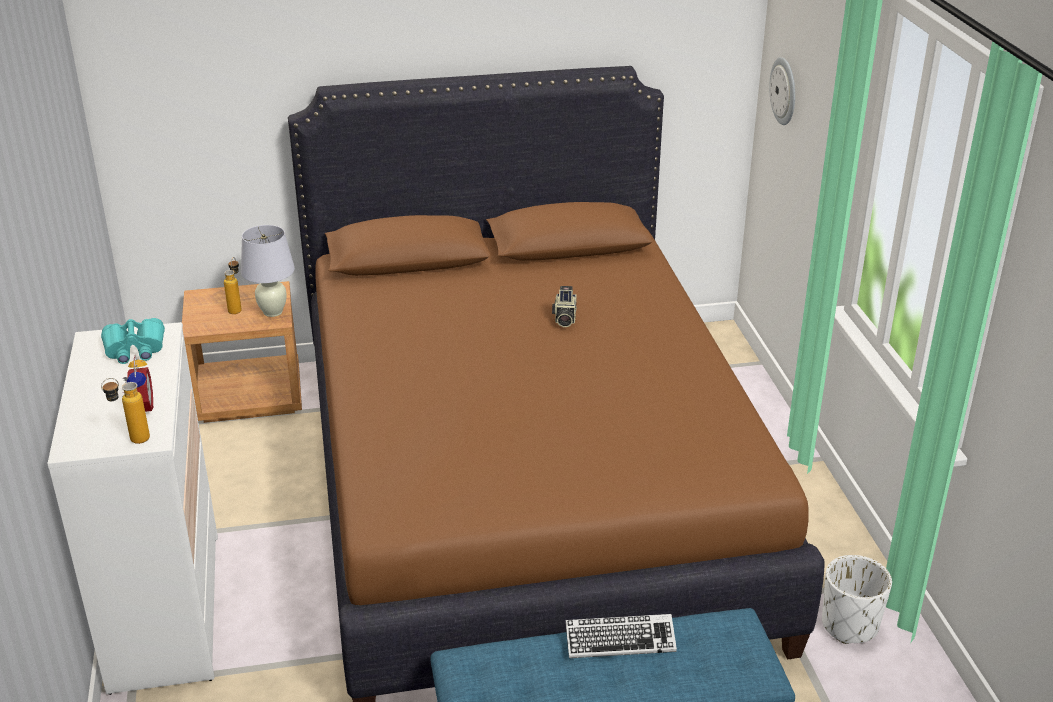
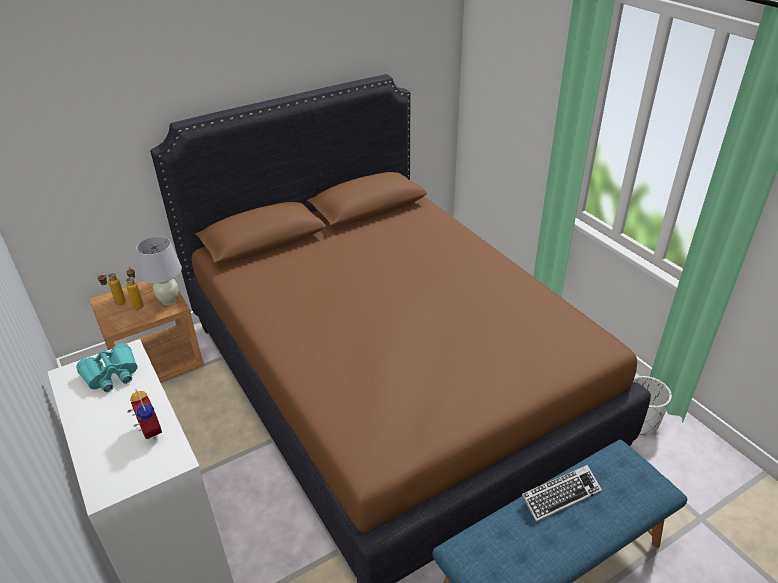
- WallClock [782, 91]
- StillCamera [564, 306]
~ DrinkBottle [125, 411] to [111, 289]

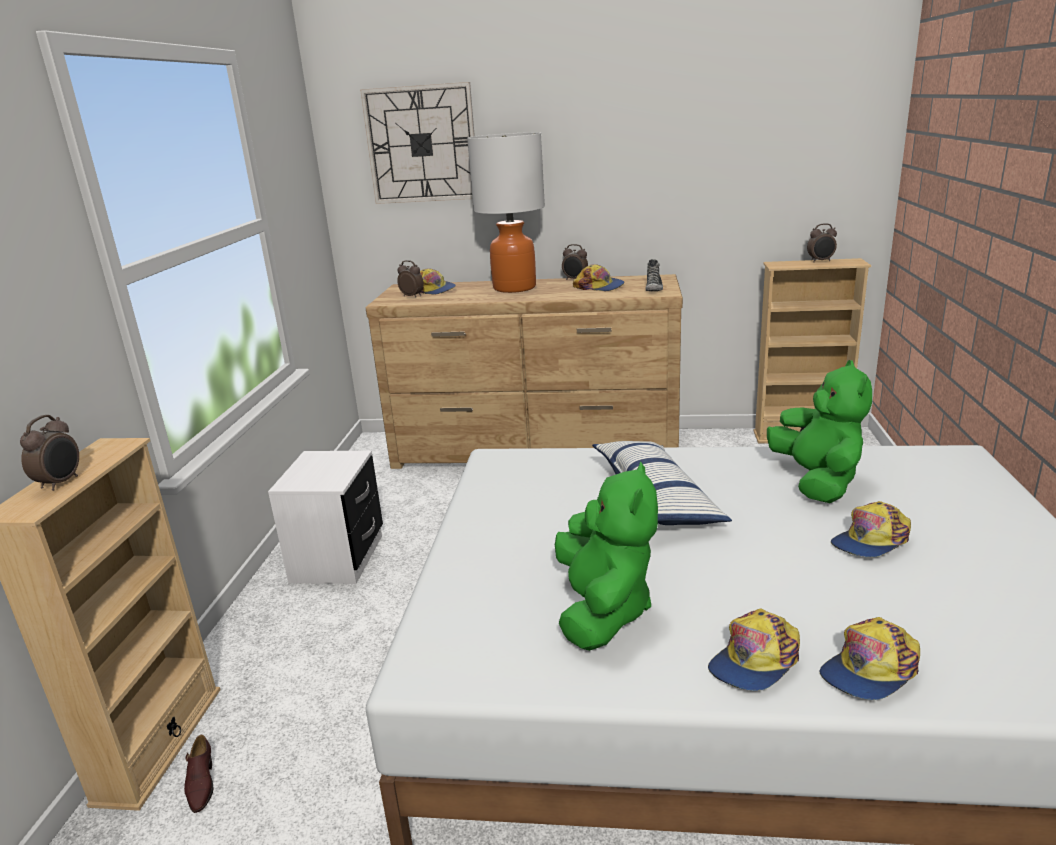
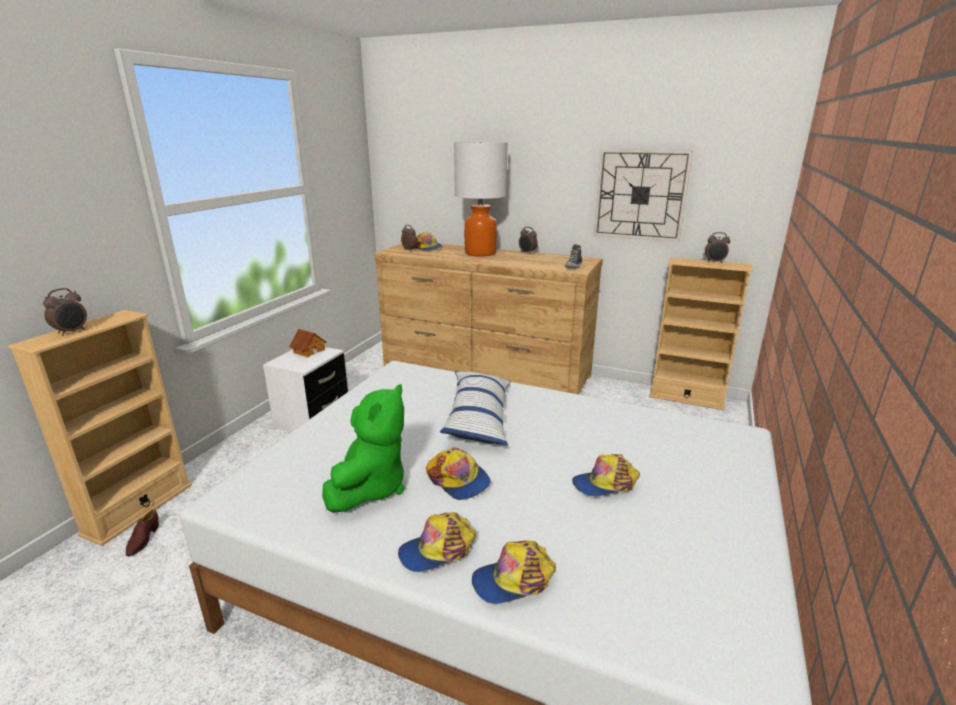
~ WallClock [417, 143] to [643, 195]
~ BaseballCap [598, 277] to [458, 473]
- GreenSoftToy [819, 431]
+ ModelHouse [308, 343]

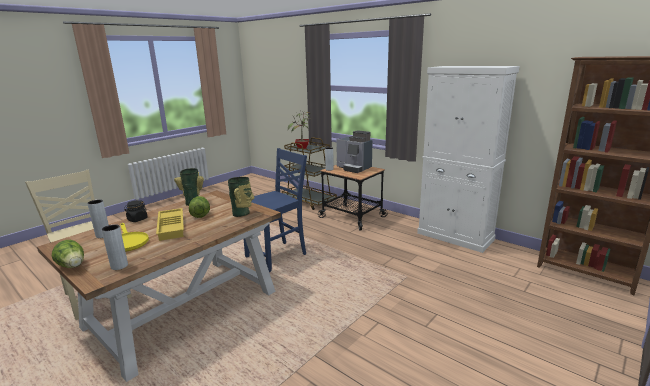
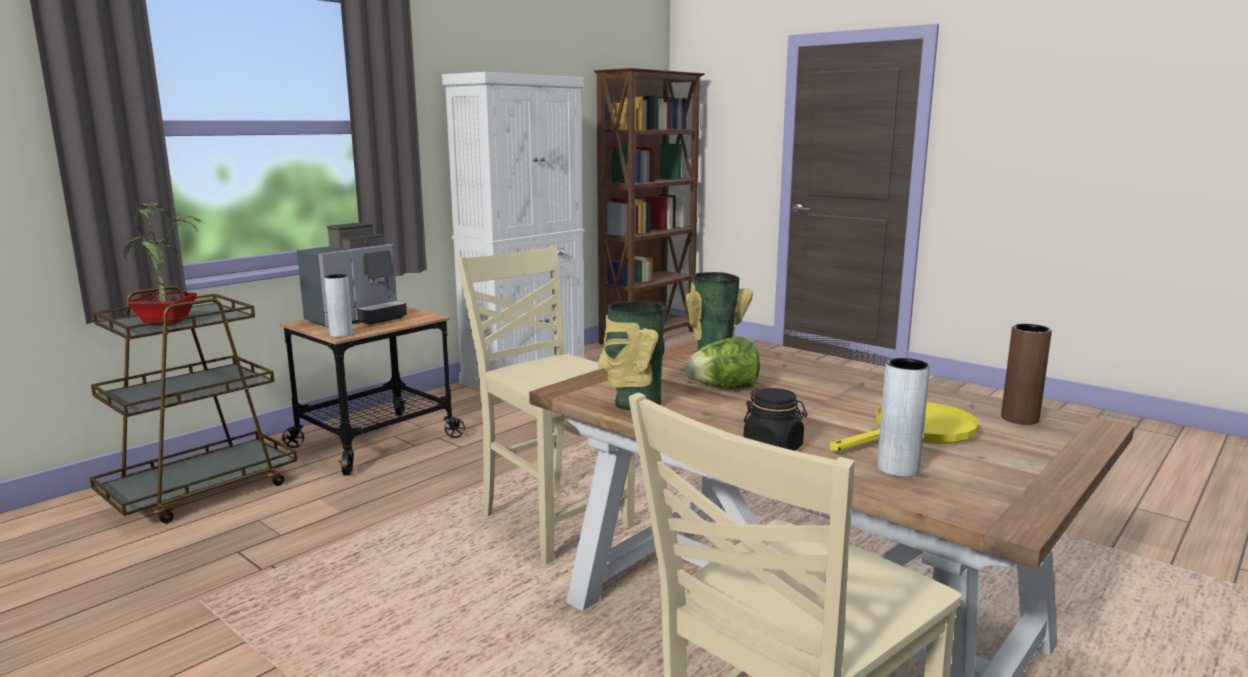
~ BlueChair [275, 210] to BeigeChair [546, 405]
- YellowColouredTray [170, 224]
~ GreyFlowerVase [115, 247] to BrownColouredFlowerVase [1026, 374]
- LettuceHead [68, 254]

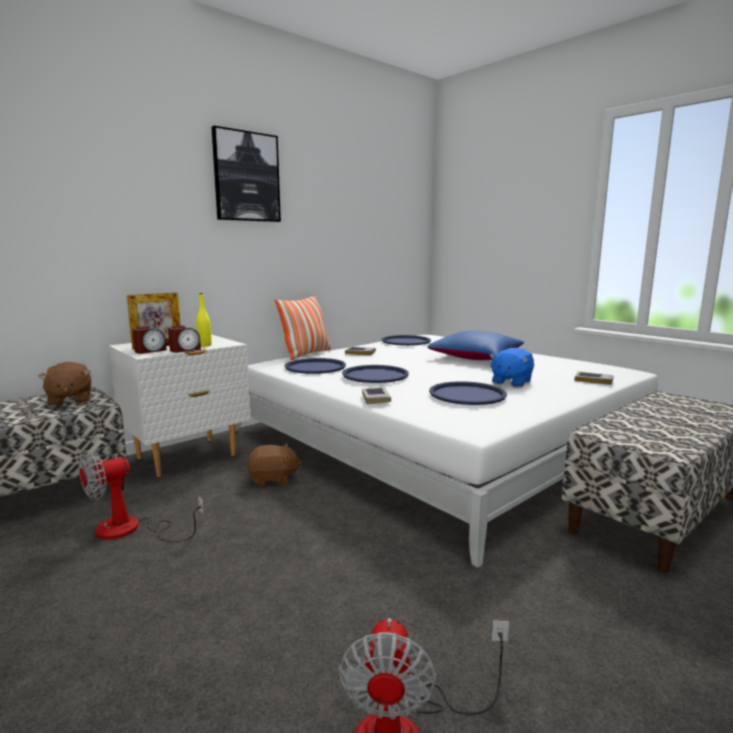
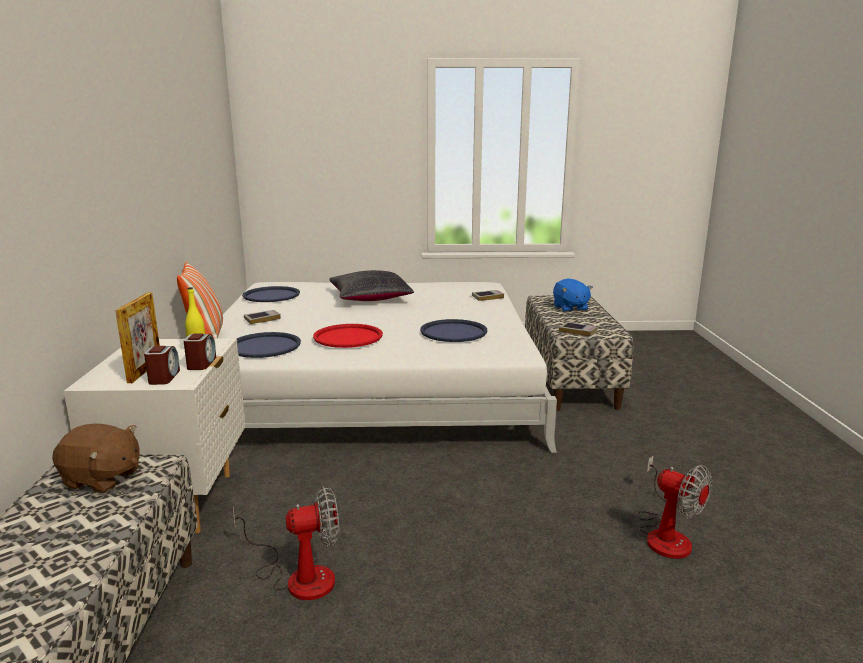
- WallPicture [246, 174]
~ BlueThrowPillow [475, 345] to BlackThrowPillow [372, 285]
~ BlueSoftToy [511, 367] to [573, 295]
~ BlueTray [375, 374] to RedTray [348, 336]
~ Book [376, 395] to [578, 329]
- BrownColouredSoftToy [274, 465]
~ Fan [141, 496] = [286, 543] 105 degrees counterclockwise

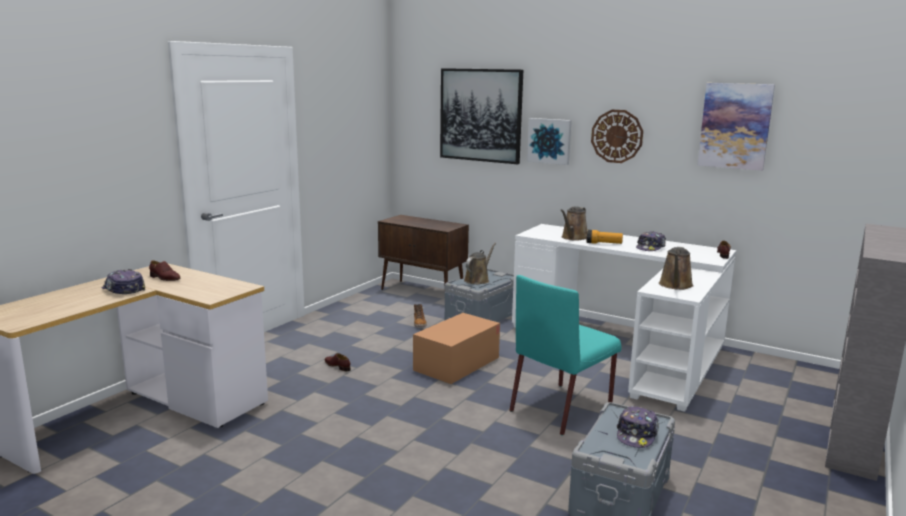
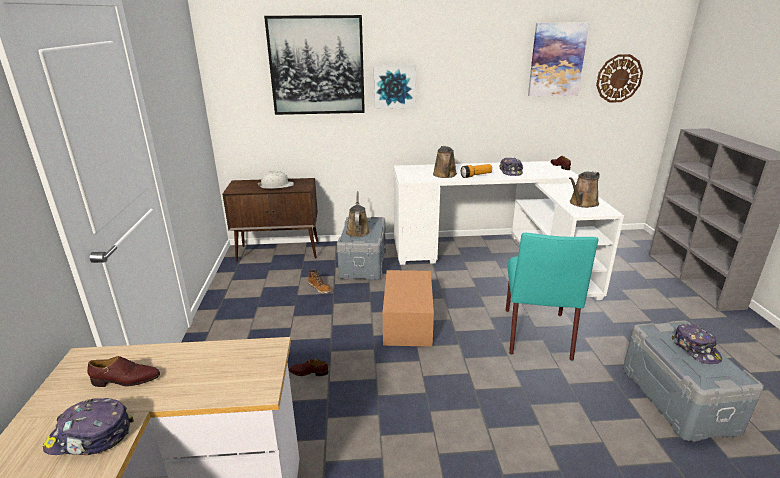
~ WallClock [617, 136] to [619, 78]
~ BrownColouredSprinklingCan [676, 268] = [584, 189] 60 degrees clockwise
+ WhitishHardHat [276, 180]

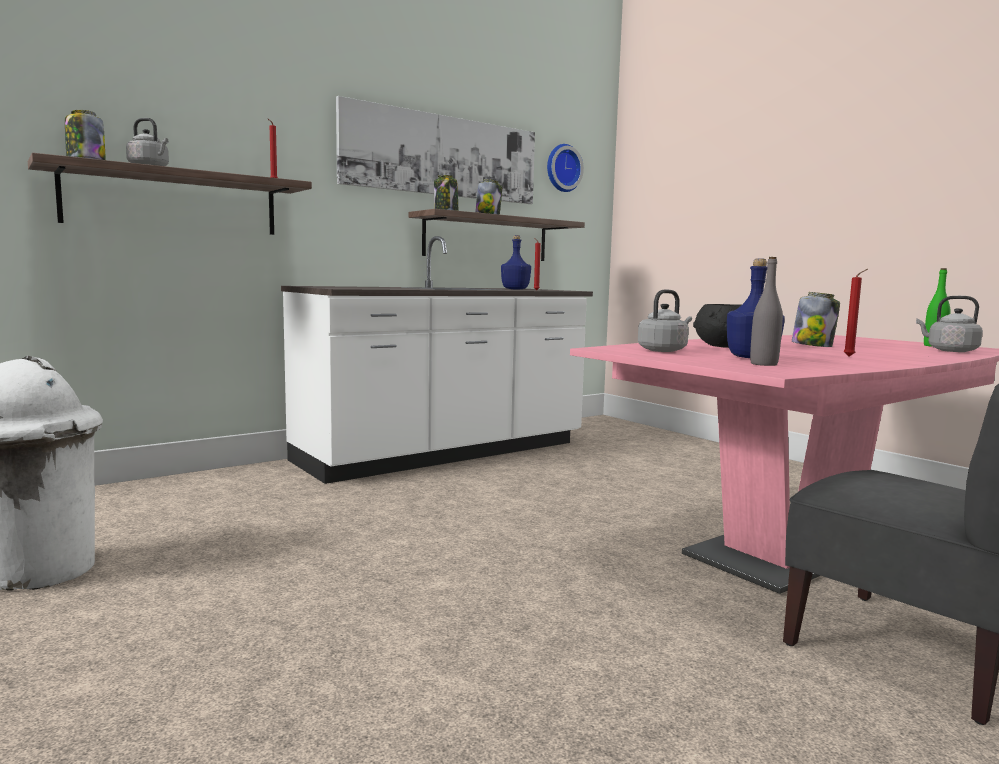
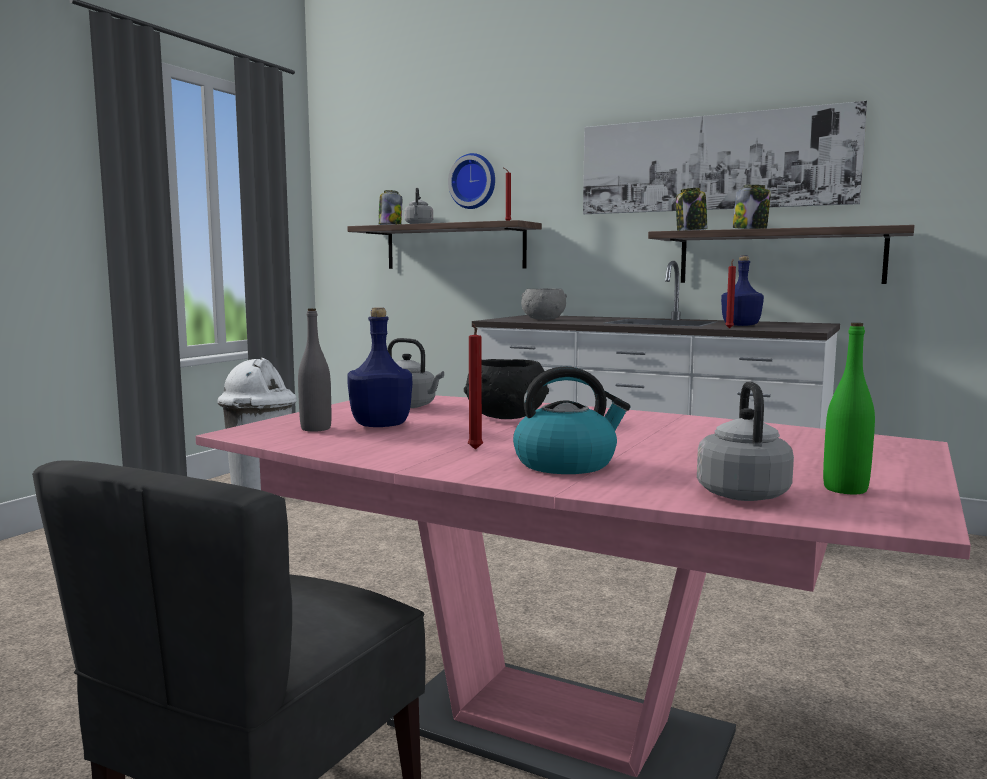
~ WallClock [565, 168] to [471, 181]
- StorageJar [816, 319]
+ GreyServingBowl [544, 304]
+ Kettle [572, 420]

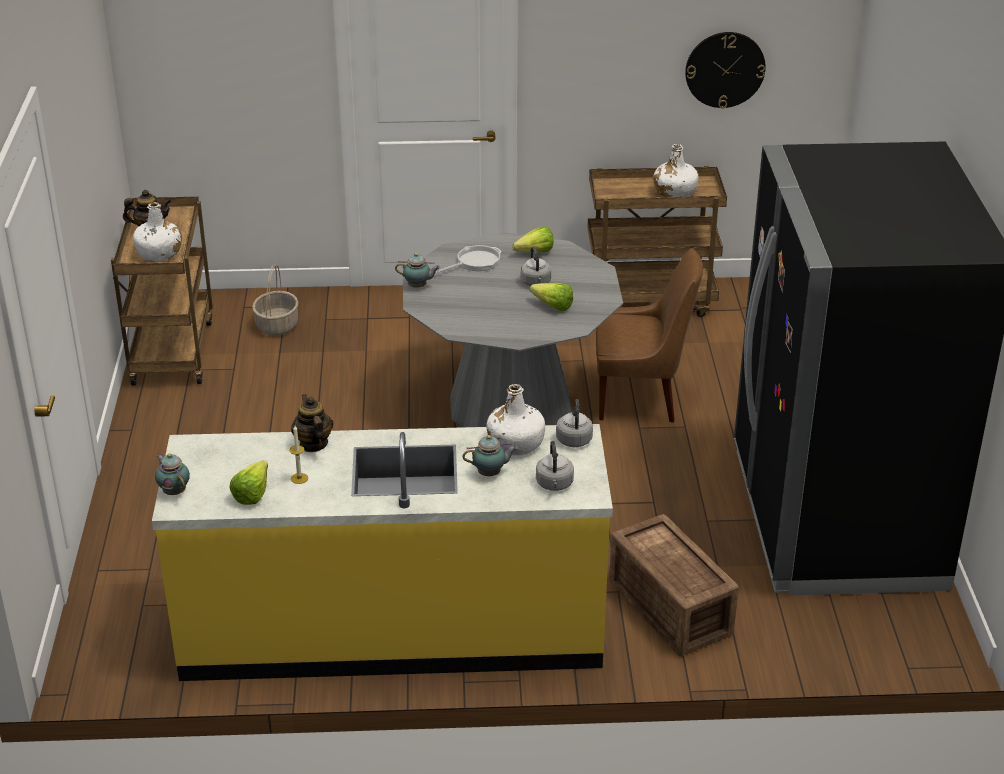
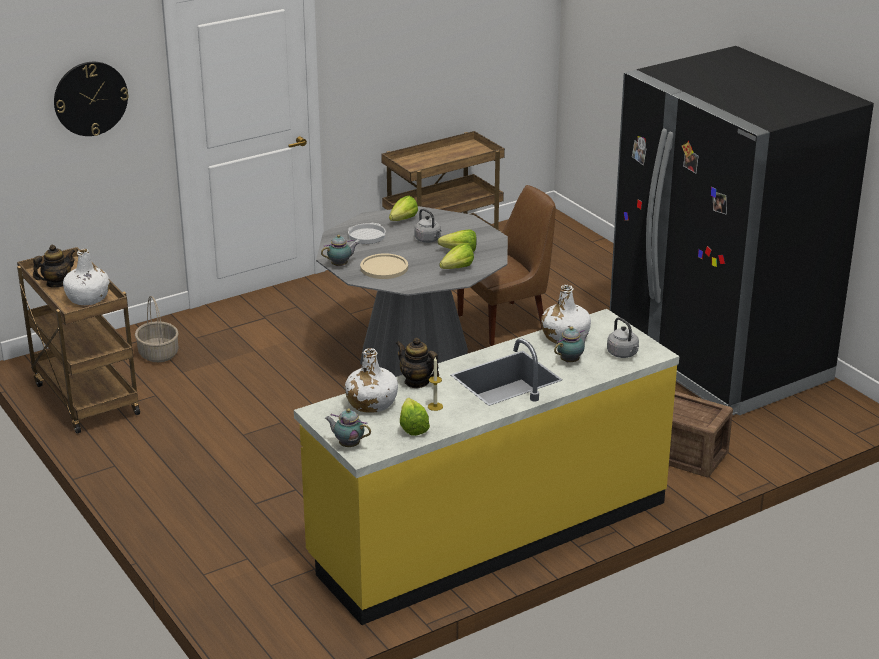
~ WallClock [725, 70] to [91, 99]
~ WhitishDrinkBottle [676, 170] to [371, 380]
- GreyKettle [574, 423]
+ LettuceHead [456, 256]
+ BeigeFlatDish [384, 266]

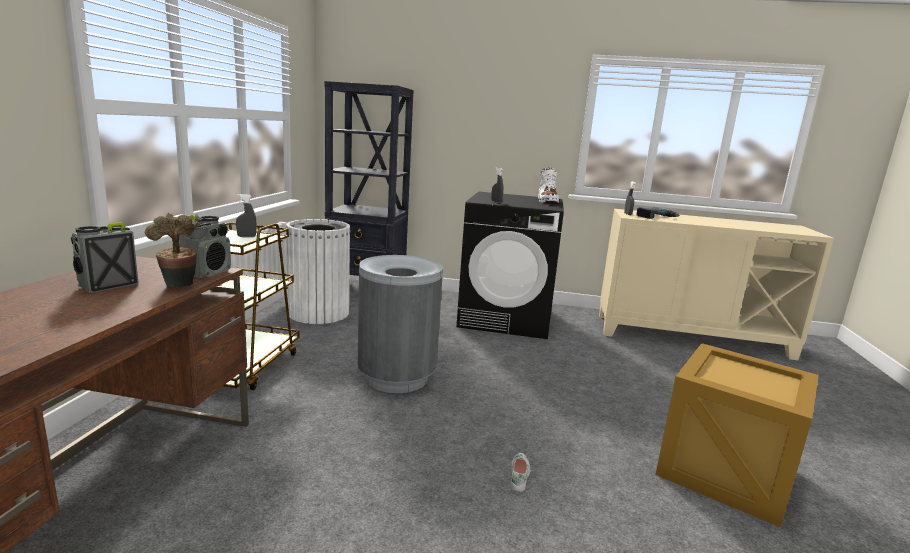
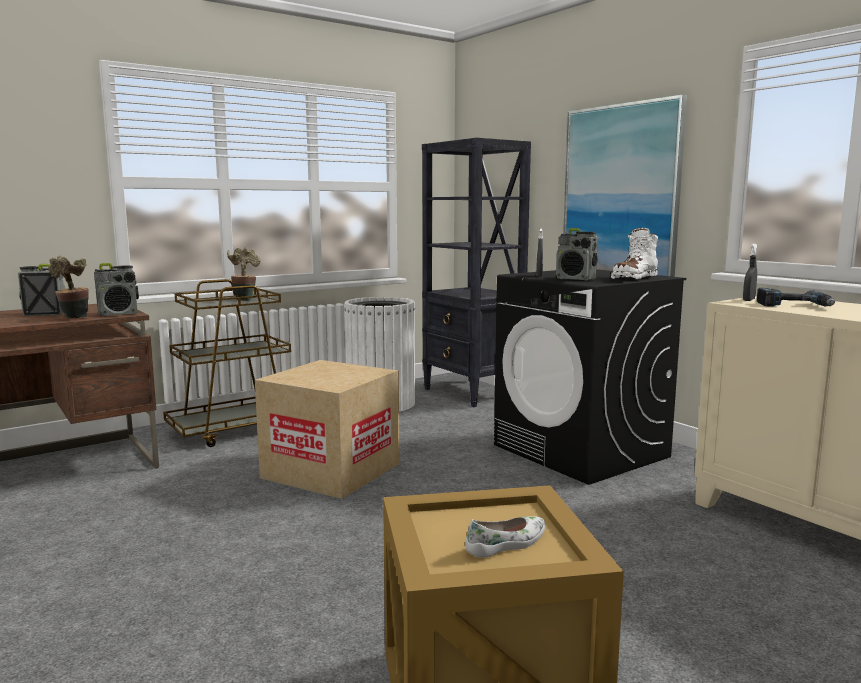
~ GreyHandSprayer [246, 215] to PottedPlant [244, 274]
~ GreyTrashCan [400, 324] to CardboardBox [327, 429]
~ WhitishItemOfFootwear [520, 472] to [505, 537]
+ WallPicture [625, 185]
+ Radio [577, 254]

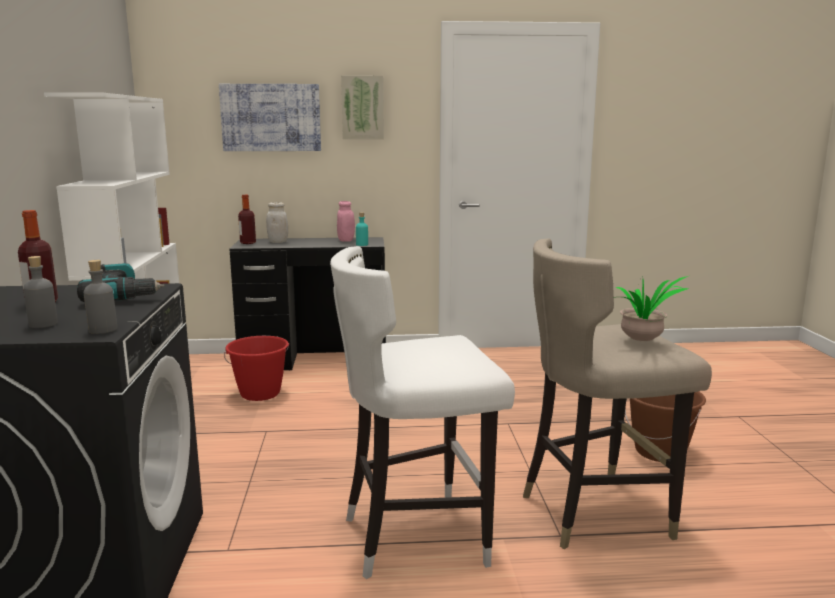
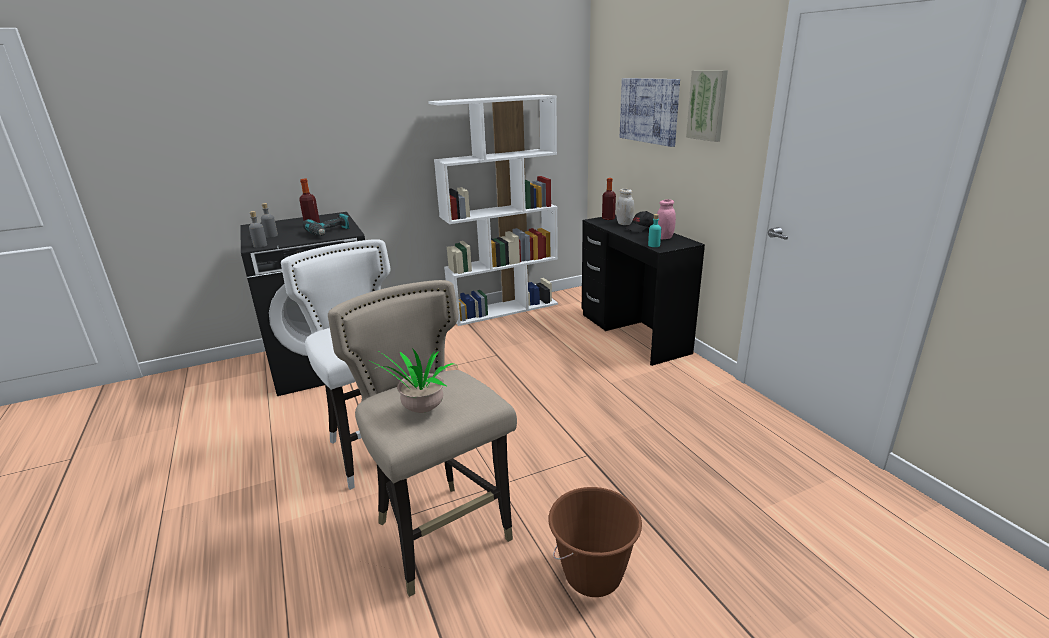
- RedWaterBucket [256, 368]
+ BlackBaseballCap [639, 222]

